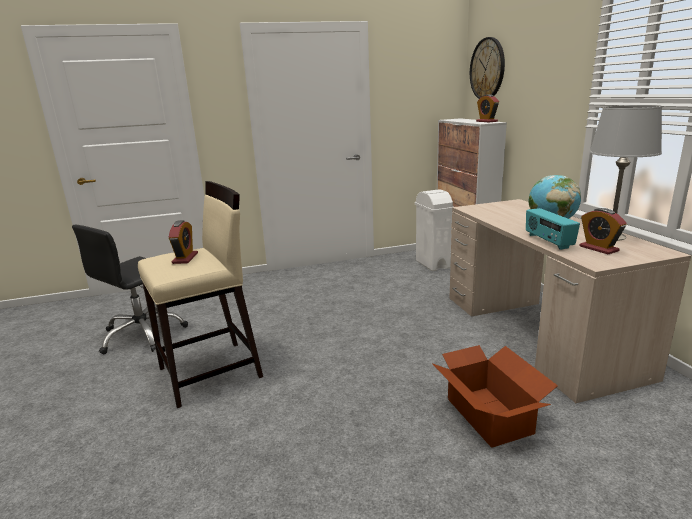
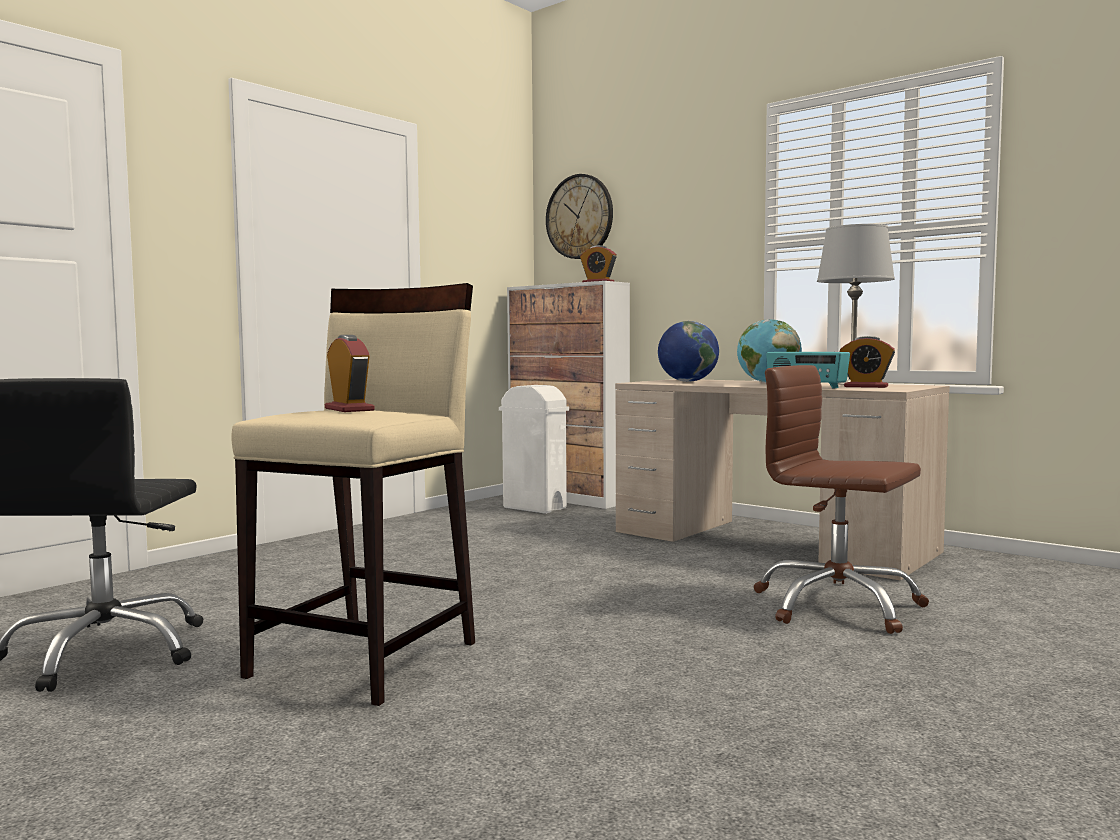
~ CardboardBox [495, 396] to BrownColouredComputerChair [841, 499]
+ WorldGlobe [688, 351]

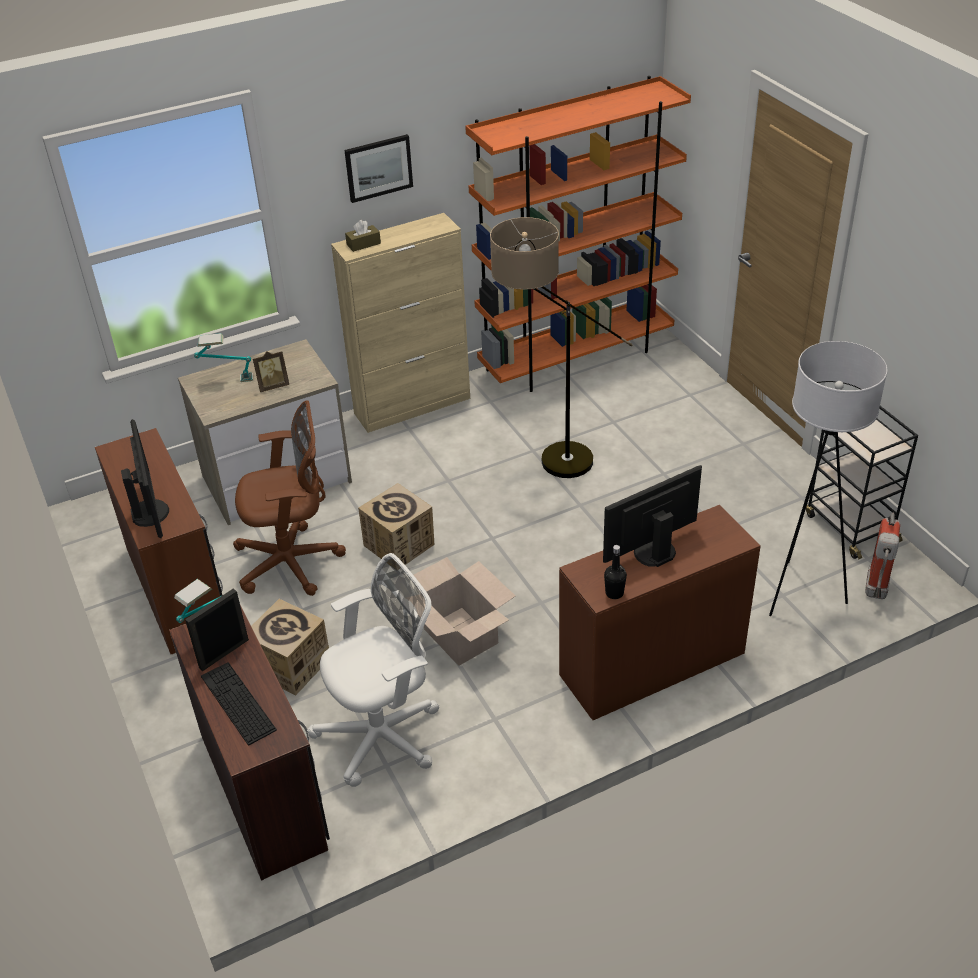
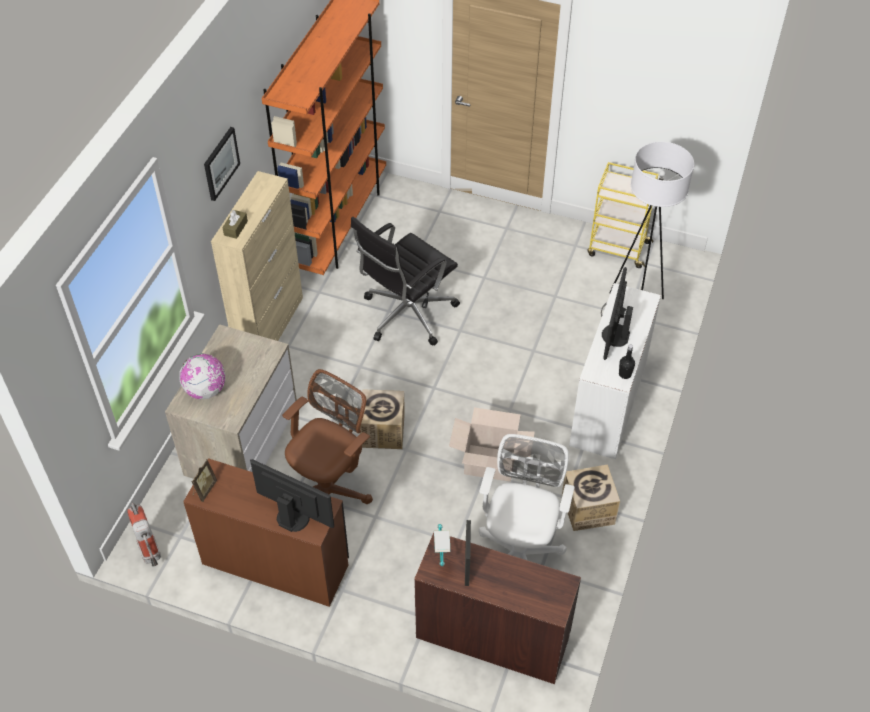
~ StandardLamp [561, 347] to BlackComputerChair [405, 281]
~ TabletopLamp [223, 357] to WorldGlobe [202, 376]
~ StandingFrame [271, 371] to [204, 480]
~ BlackWheeledCart [862, 482] to YellowColouredWheeledCart [623, 215]
~ BrownColouredDesk [660, 612] to WhitishDesk [615, 371]
~ FireFightingCylinder [882, 556] to [144, 535]
~ CardboardBox [290, 647] to [591, 498]
- ComputerKeyboard [239, 704]

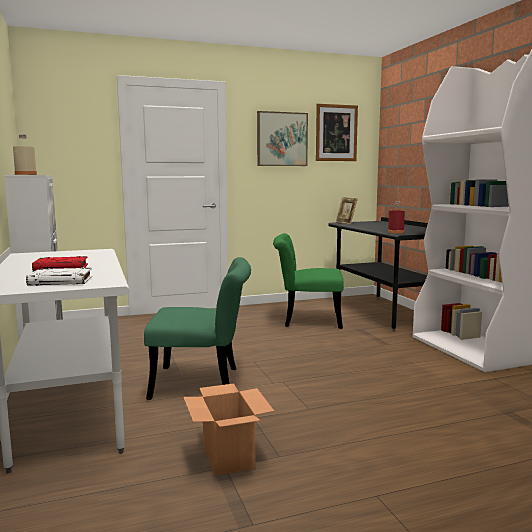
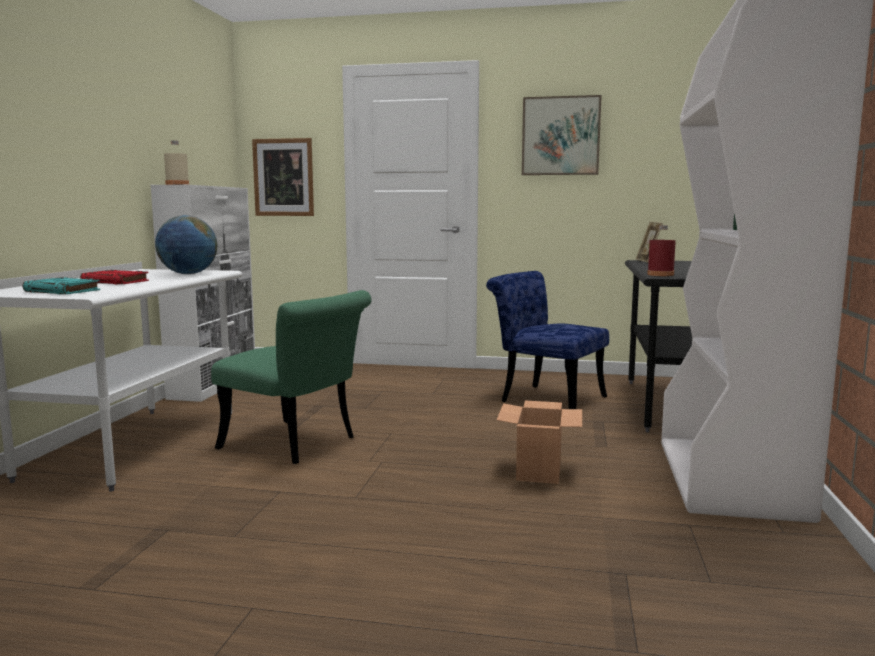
~ WallPicture [337, 132] to [283, 177]
~ GreenChair [308, 281] to BlueChair [547, 340]
~ WhitishBook [59, 276] to TurquoiseBook [61, 285]
~ CardboardBox [228, 429] to [539, 442]
+ WorldGlobe [186, 244]

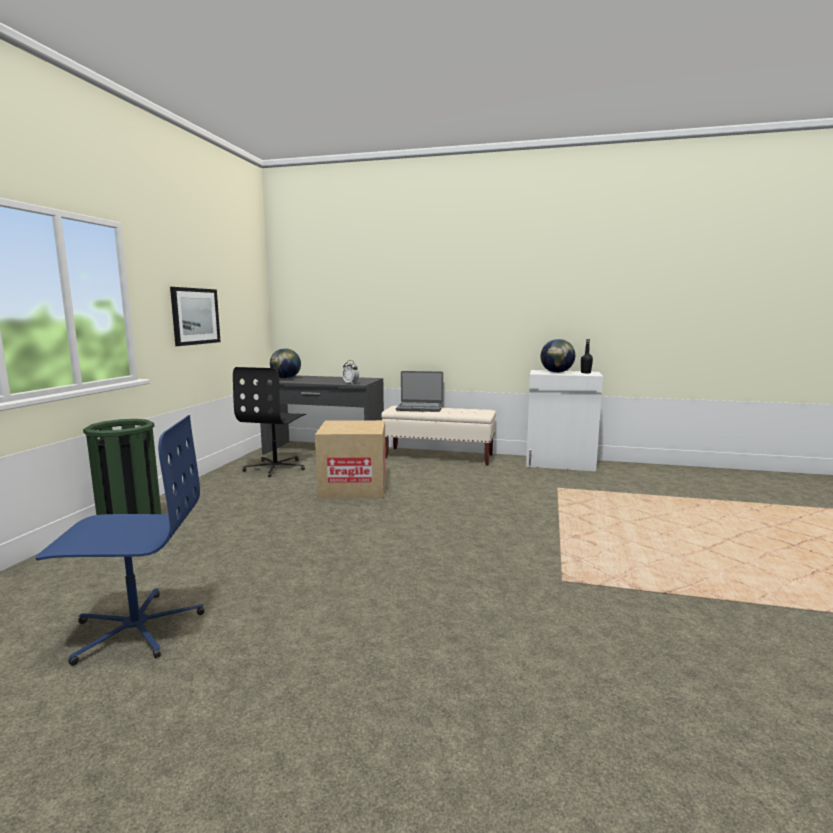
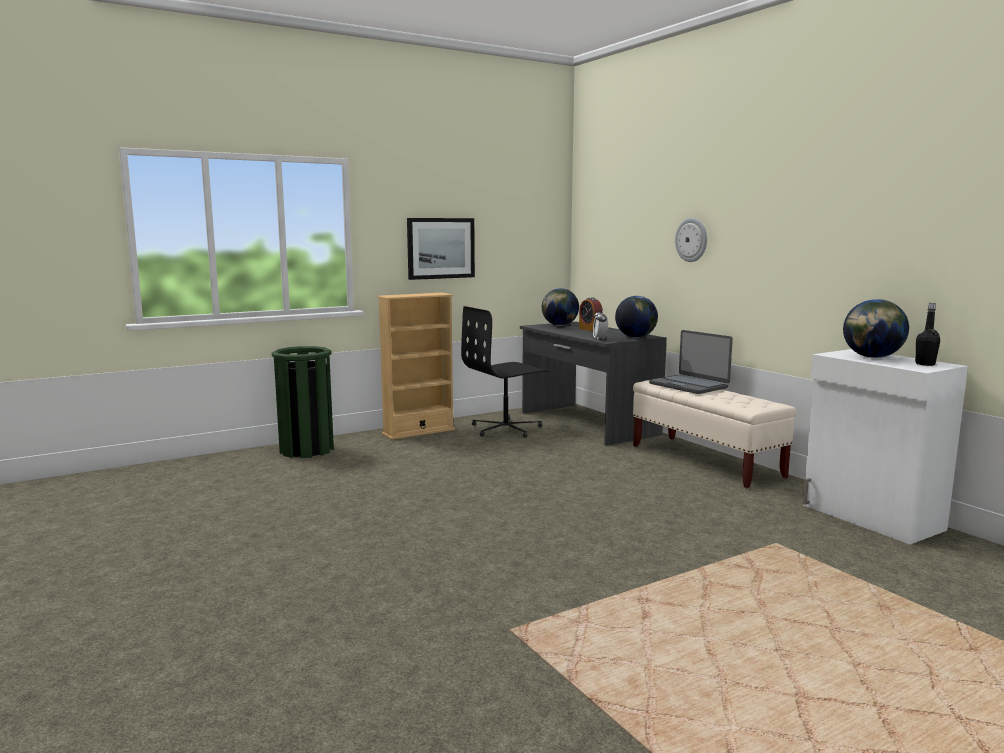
- BlueComputerChair [119, 540]
- CardboardBox [350, 459]
+ WallClock [691, 240]
+ BeigeBookshelf [416, 366]
+ WorldGlobe [636, 317]
+ AlarmClock [591, 314]

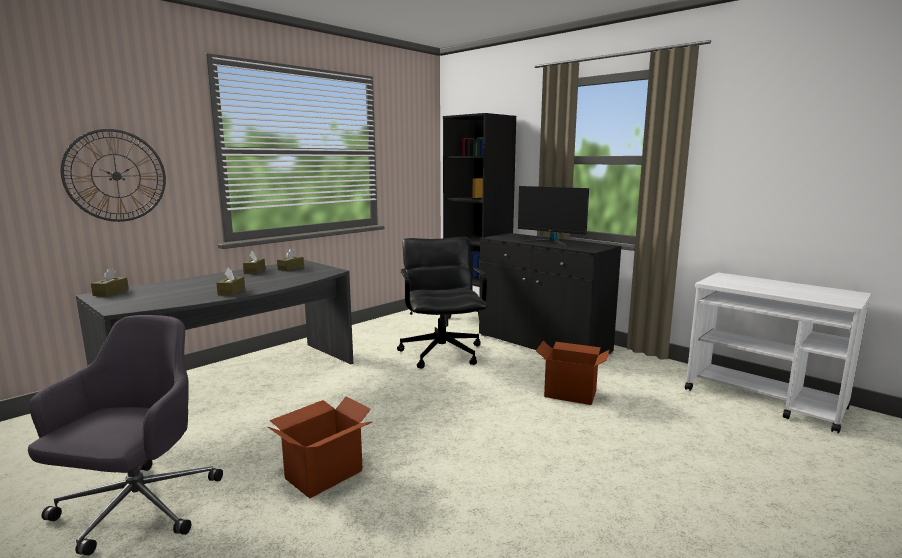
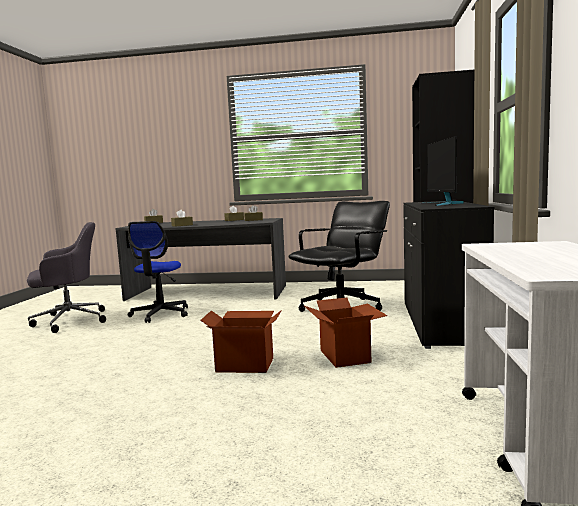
- WallClock [113, 175]
~ CardboardBox [320, 447] to [241, 341]
+ ComputerChair [157, 272]

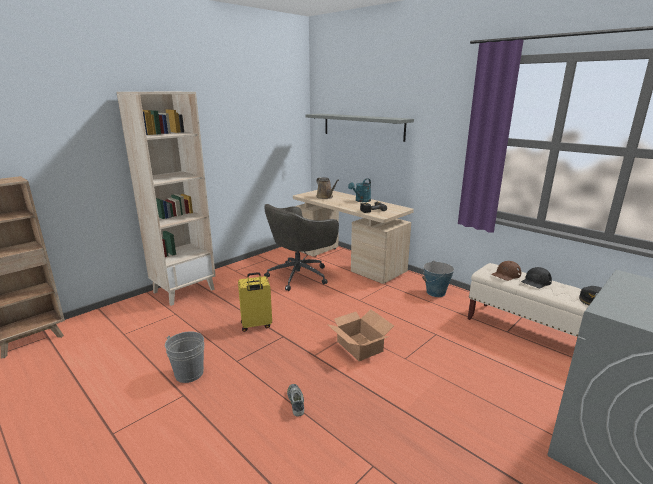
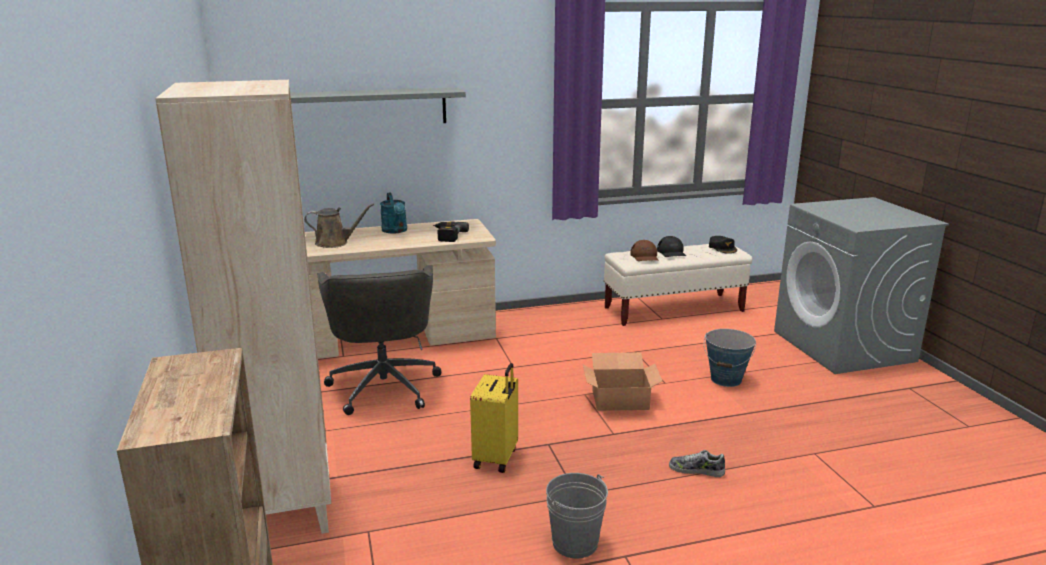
~ WaterBucket [438, 279] to [730, 358]

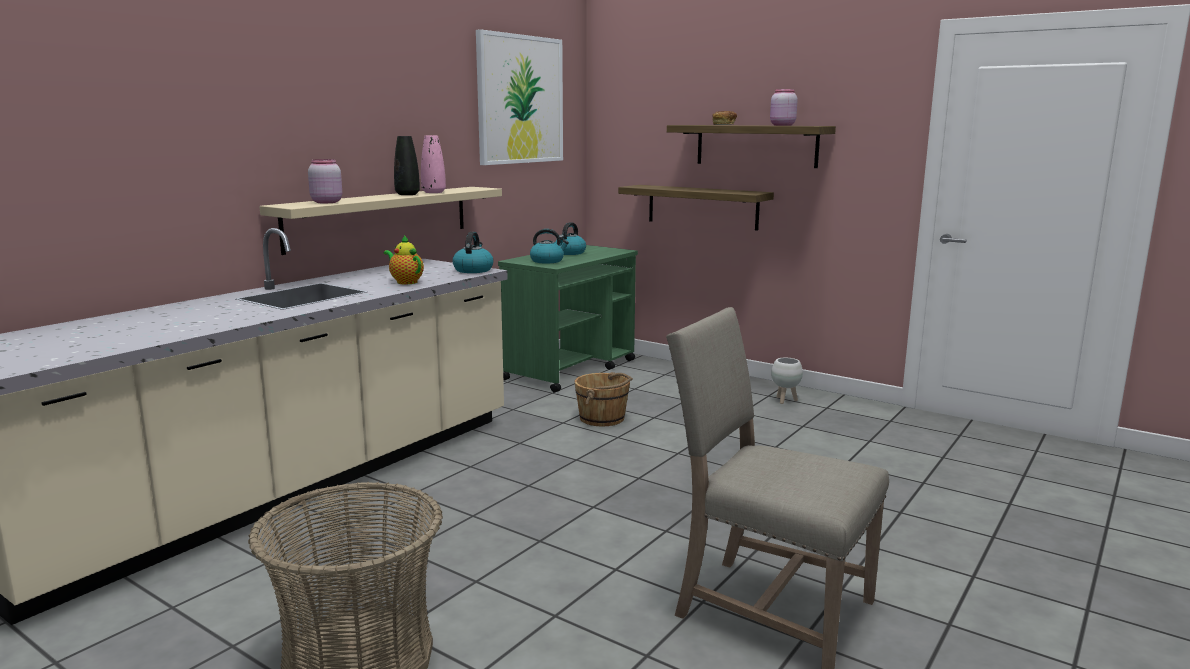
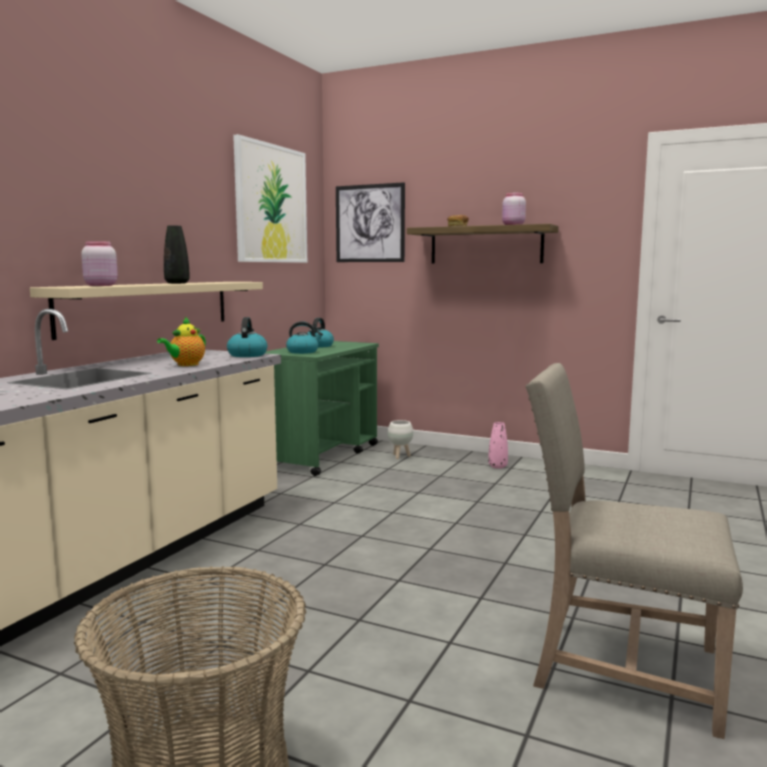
~ PinkFlowerVase [433, 164] to [498, 445]
- Shelf [696, 208]
~ Teapot [404, 259] = [181, 341] 90 degrees counterclockwise
~ WhitishPlanter [787, 381] to [400, 439]
- BrownColouredWaterBucket [604, 399]
+ WallPicture [370, 222]

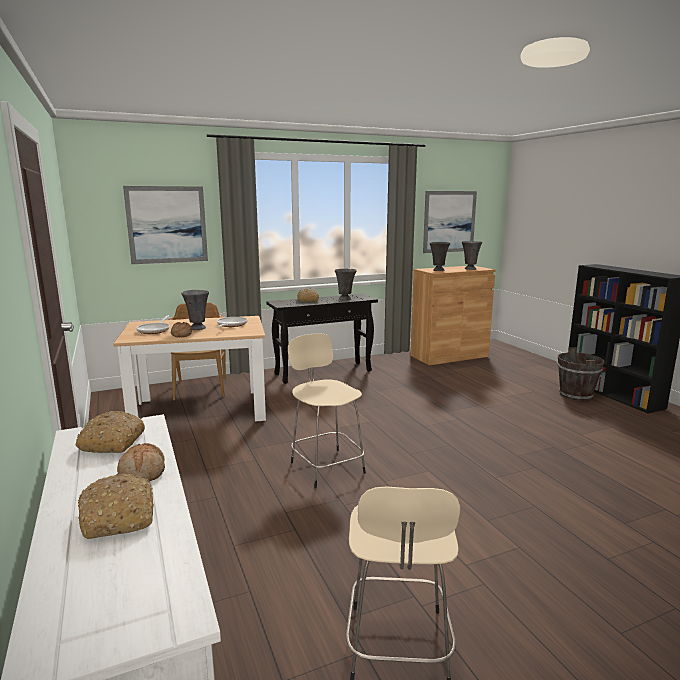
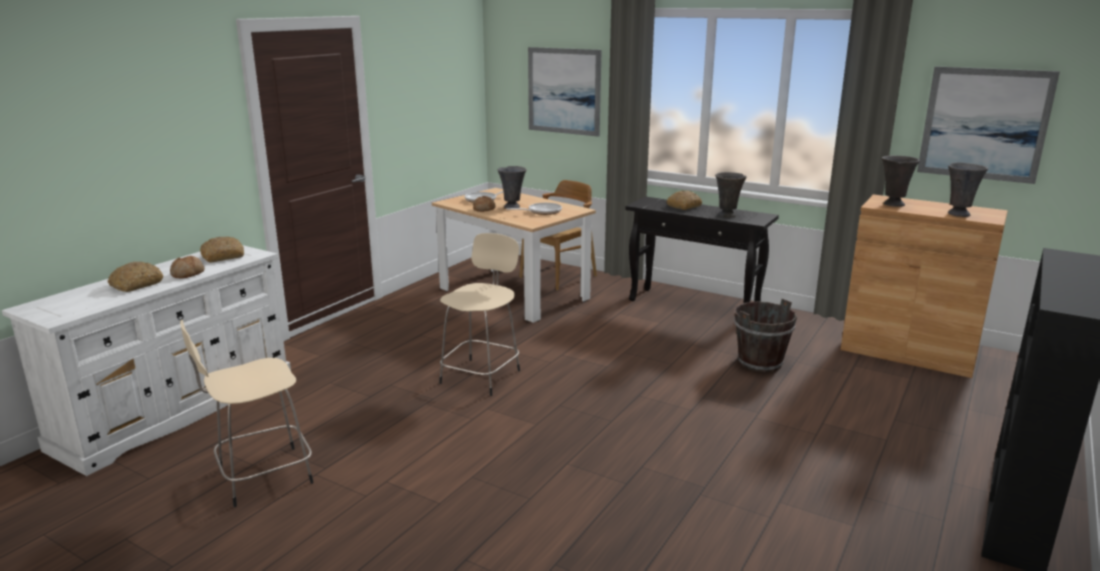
~ BrownColouredWaterBucket [580, 374] to [765, 335]

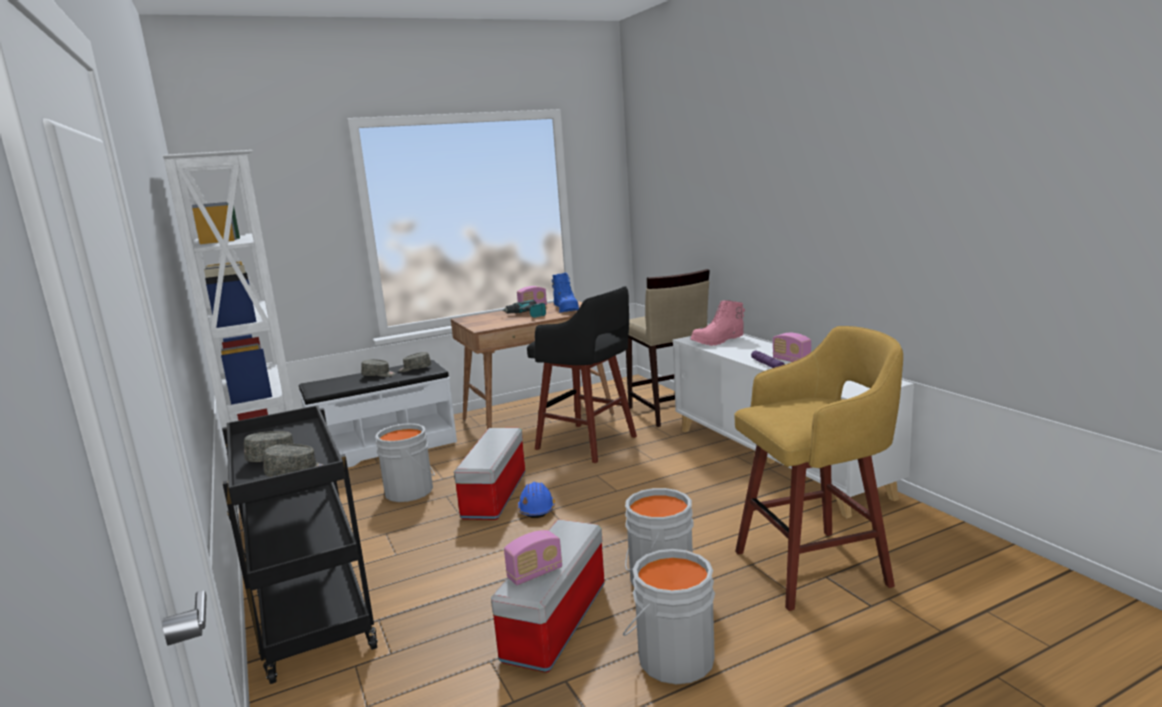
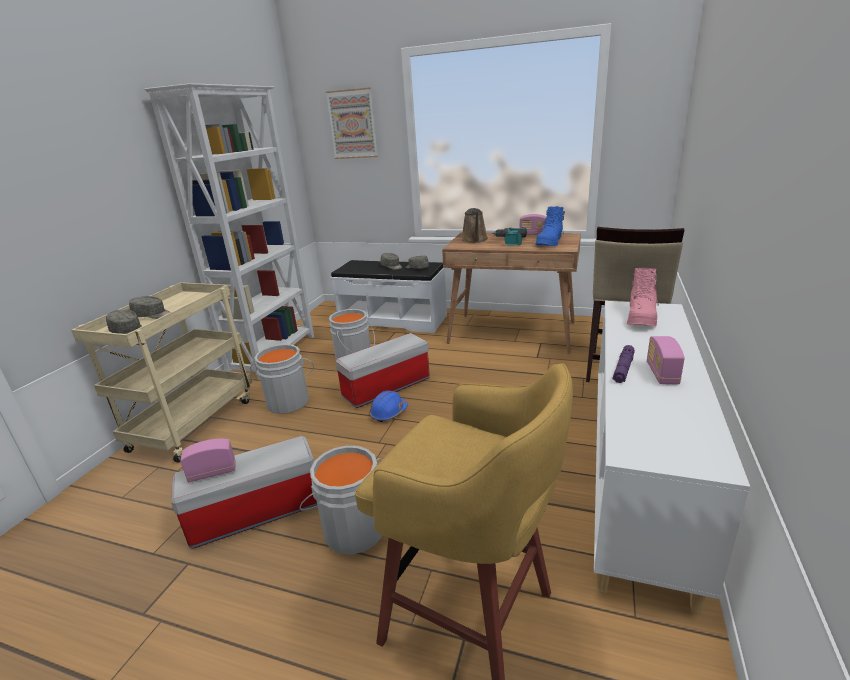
- BlackStoolSeat [582, 374]
~ PinkBoot [718, 323] = [643, 297] 90 degrees counterclockwise
~ BlackWheeledCart [300, 544] to BeigeWheeledCart [161, 372]
~ Radio [533, 557] = [208, 460] 150 degrees clockwise
~ GreyWaterBucket [669, 616] to [282, 379]
+ WallPicture [352, 123]
+ BrownColouredSprinklingCan [474, 225]

